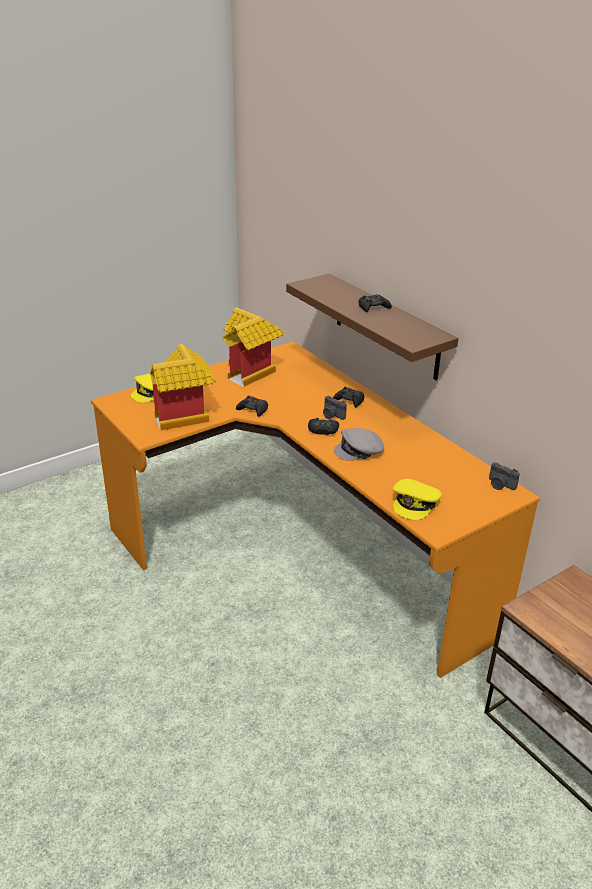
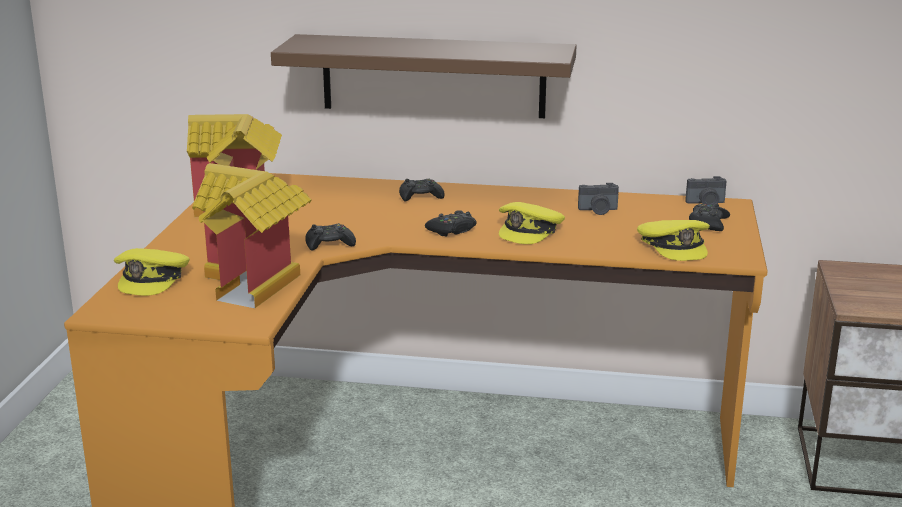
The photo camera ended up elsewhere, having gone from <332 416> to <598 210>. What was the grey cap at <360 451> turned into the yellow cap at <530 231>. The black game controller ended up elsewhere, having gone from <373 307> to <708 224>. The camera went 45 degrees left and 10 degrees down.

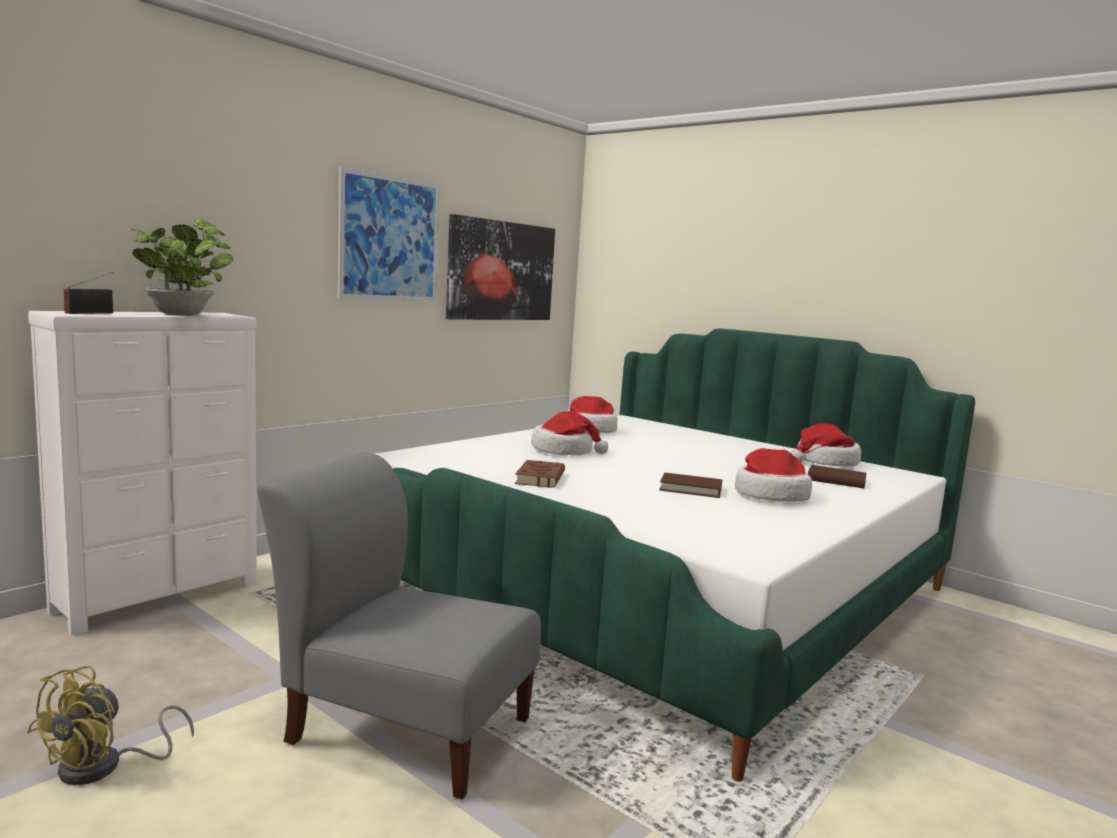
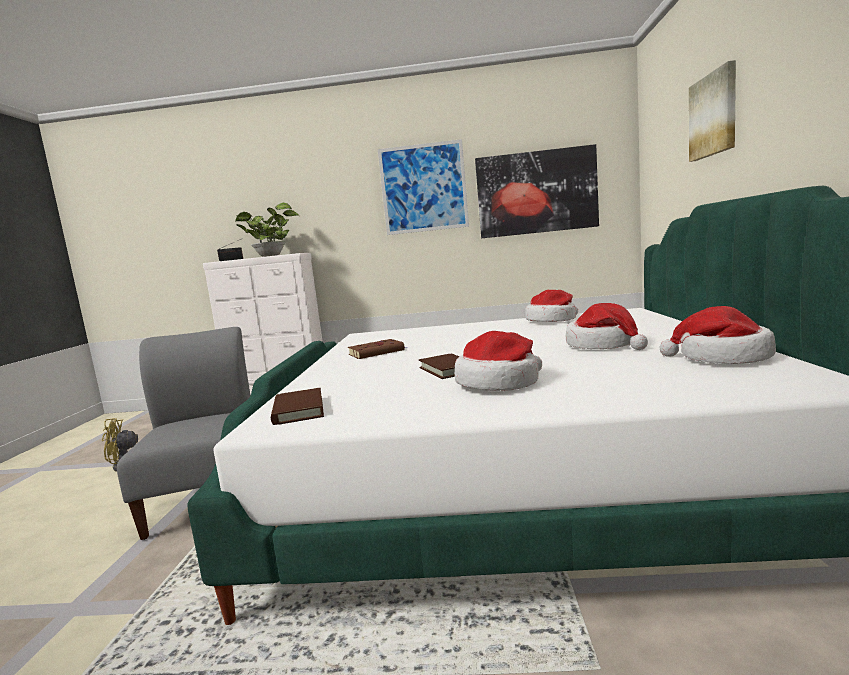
The hat ended up elsewhere, having gone from <564 451> to <603 345>. The brown book ended up elsewhere, having gone from <836 480> to <298 410>. The second view gained the picture at <714 115>. The camera went 55 degrees right and 0 degrees up.

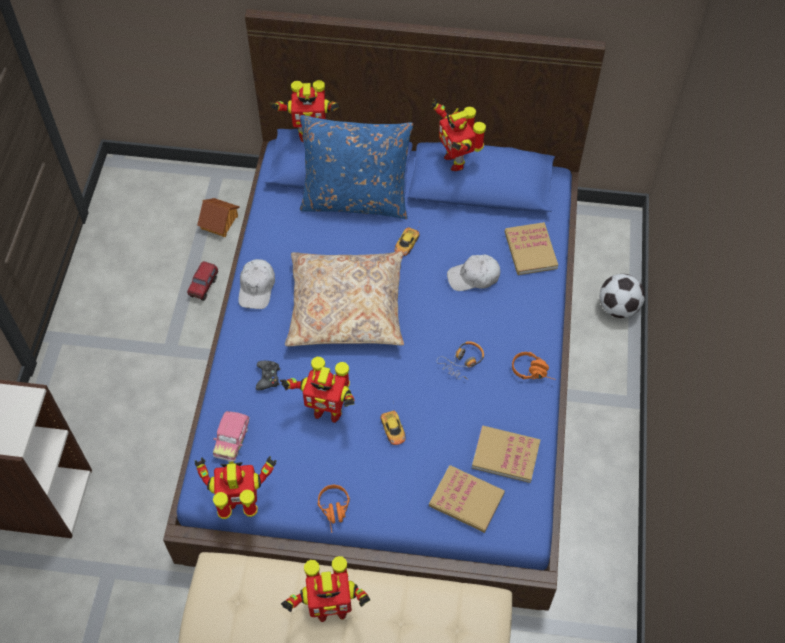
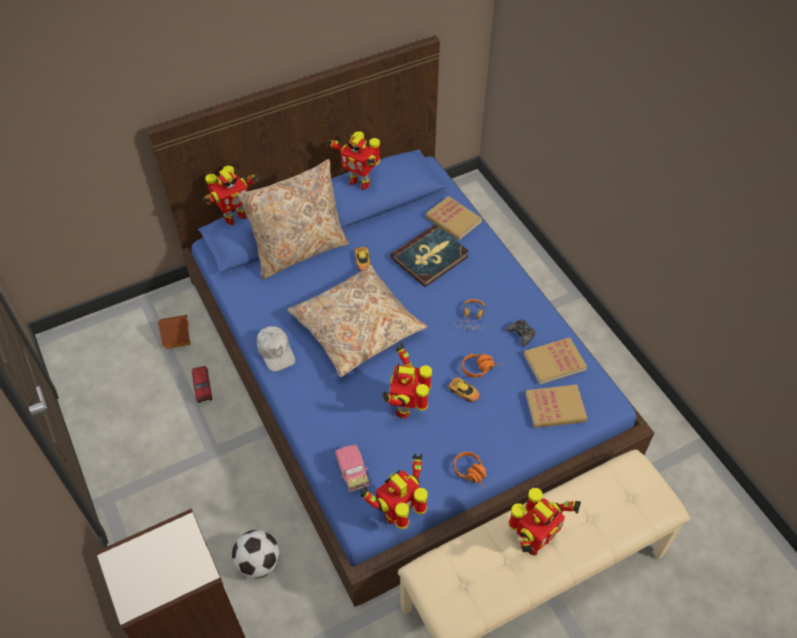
The black game controller ended up elsewhere, having gone from <268 377> to <521 334>. The toy robot at <327 410> ended up facing another way, 120 degrees clockwise from before. What was the blue pillow at <356 200> turned into the beige pillow at <299 250>. Where the white cap stood at <473 277>, the book came to stand at <430 258>. The orange headphones ended up elsewhere, having gone from <533 371> to <481 367>. The football ended up elsewhere, having gone from <618 307> to <258 563>. The camera went 35 degrees left and 5 degrees down.

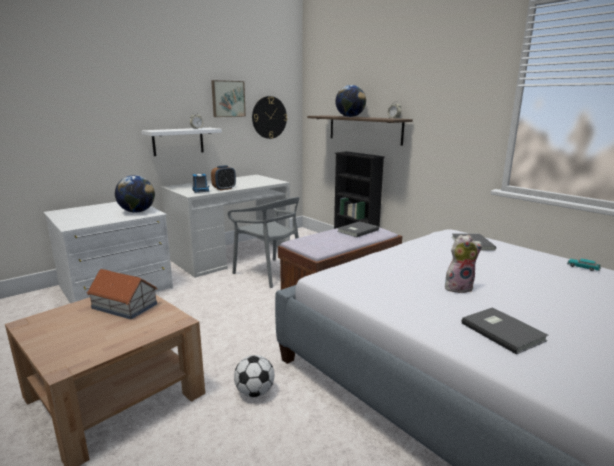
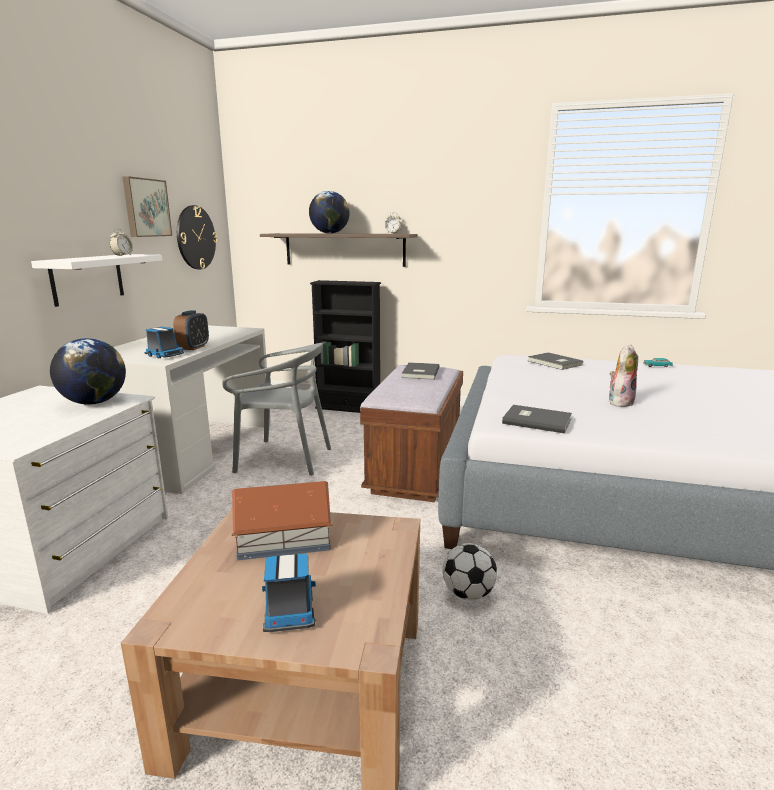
The grey book ended up elsewhere, having gone from <502 331> to <536 420>. The second view gained the toy truck at <289 610>. The camera went 35 degrees left and 0 degrees up.

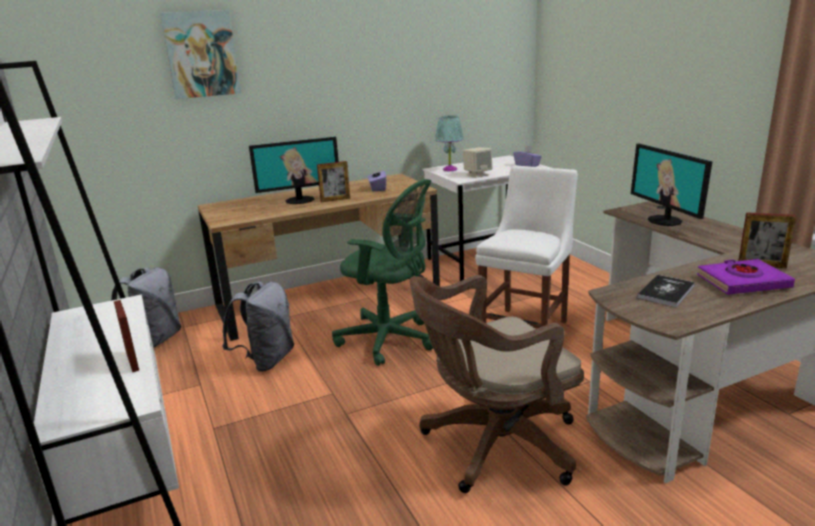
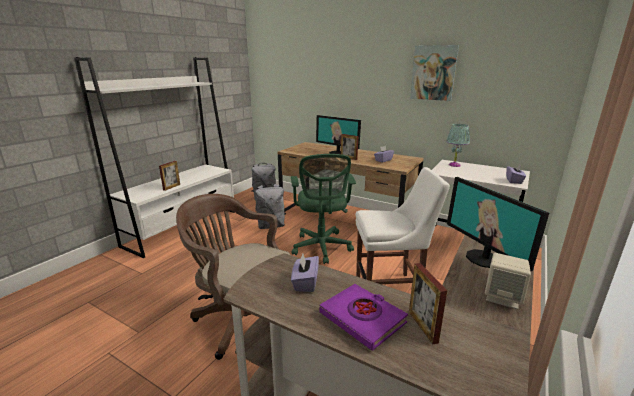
The picture ended up elsewhere, having gone from <201 54> to <433 73>. The beige speaker ended up elsewhere, having gone from <477 175> to <502 297>. The monitor at <665 220> ended up facing another way, 60 degrees counterclockwise from before. Where the book stood at <666 292>, the purple tissue box came to stand at <305 283>. The camera went 55 degrees right and 0 degrees up.

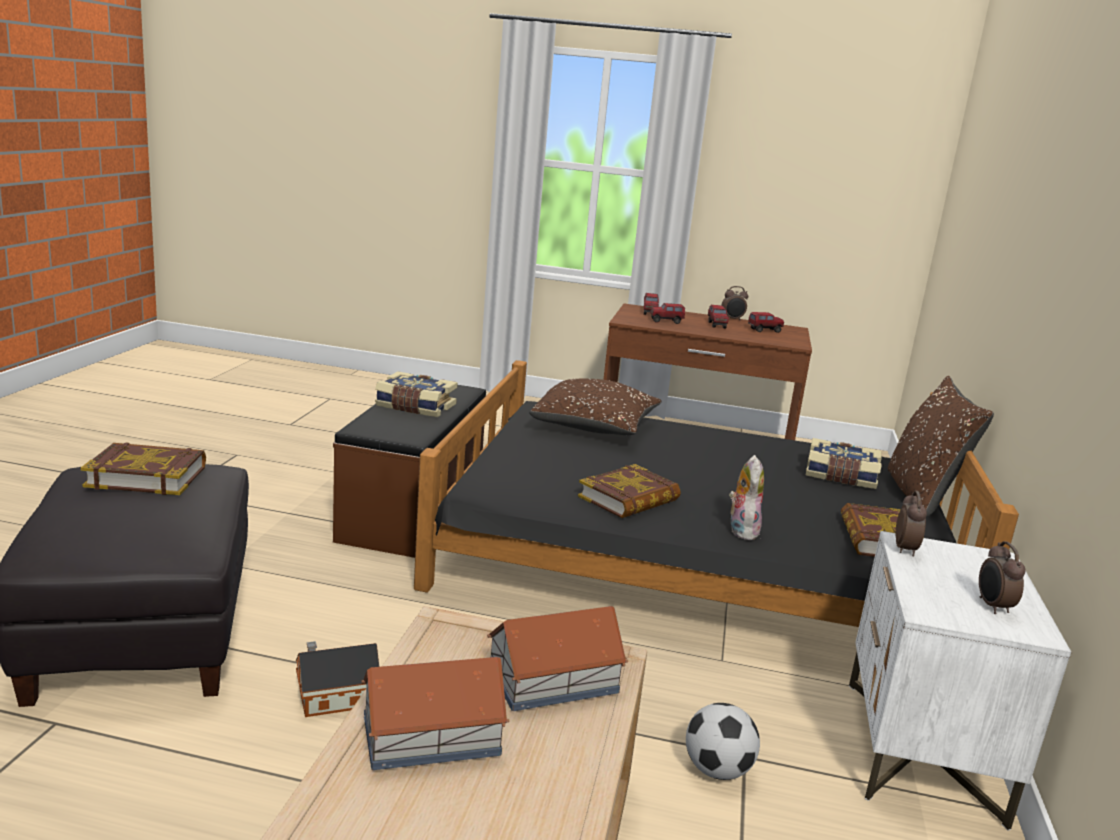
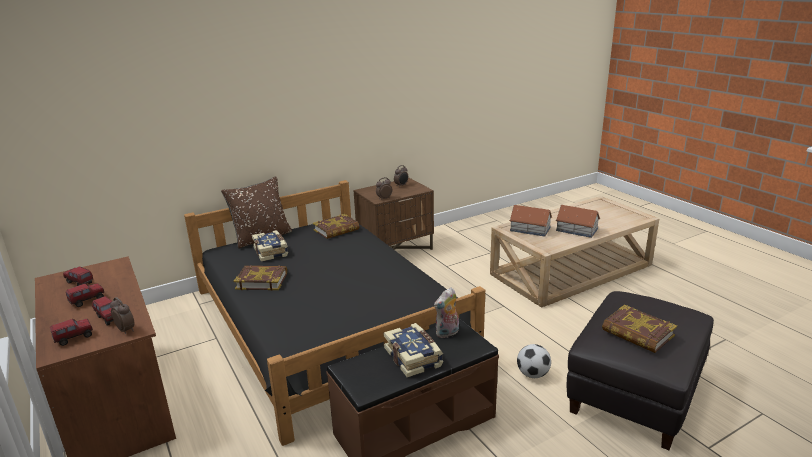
The second view lost the toy house at <334 697>. The second view lost the brown pillow at <595 427>. The book ended up elsewhere, having gone from <629 499> to <262 281>. The football ended up elsewhere, having gone from <717 770> to <532 374>. The alarm clock ended up elsewhere, having gone from <732 319> to <126 330>. The plush toy ended up elsewhere, having gone from <741 530> to <447 333>. What was the white nightstand at <922 751> turned into the brown nightstand at <395 249>. The camera went 130 degrees left and 5 degrees up.

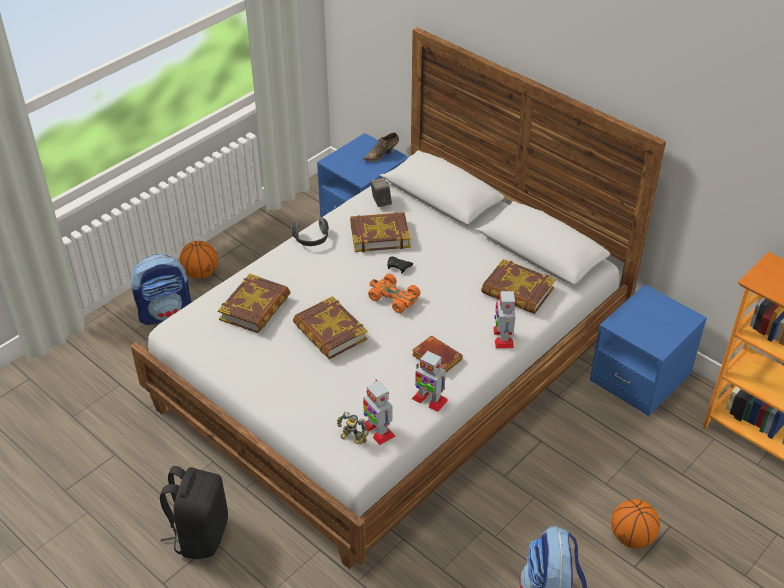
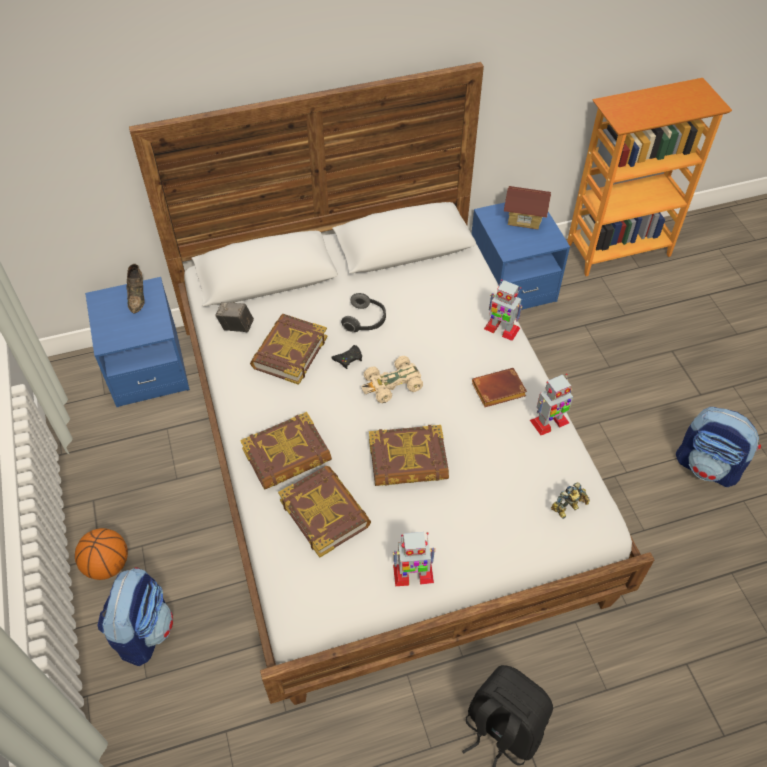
The headphones ended up elsewhere, having gone from <311 240> to <365 321>. The toy robot ended up elsewhere, having gone from <377 430> to <412 574>. What was the orange toy car at <393 298> turned into the beige toy car at <392 384>. The book ended up elsewhere, having gone from <517 291> to <287 456>. The second view lost the basketball at <631 537>. The second view gained the toy house at <524 218>. The camera went 60 degrees left and 10 degrees up.

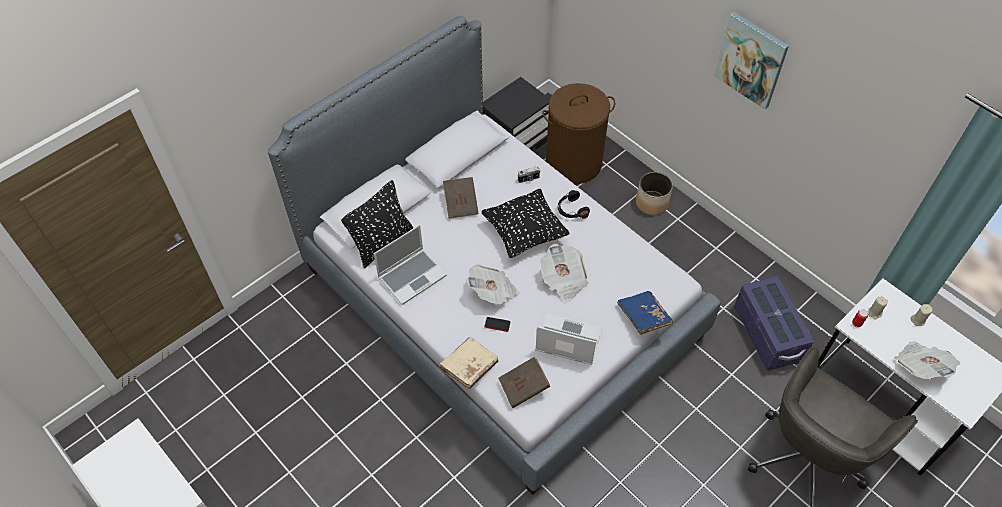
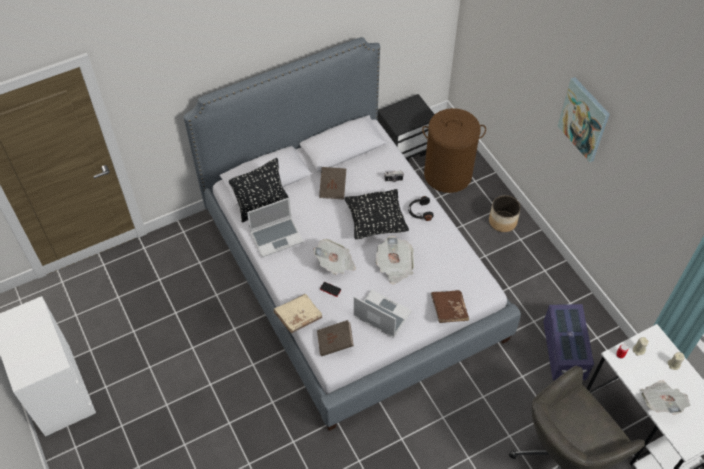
What was the blue book at <643 317> turned into the brown book at <449 310>. The camera went 15 degrees right and 0 degrees up.

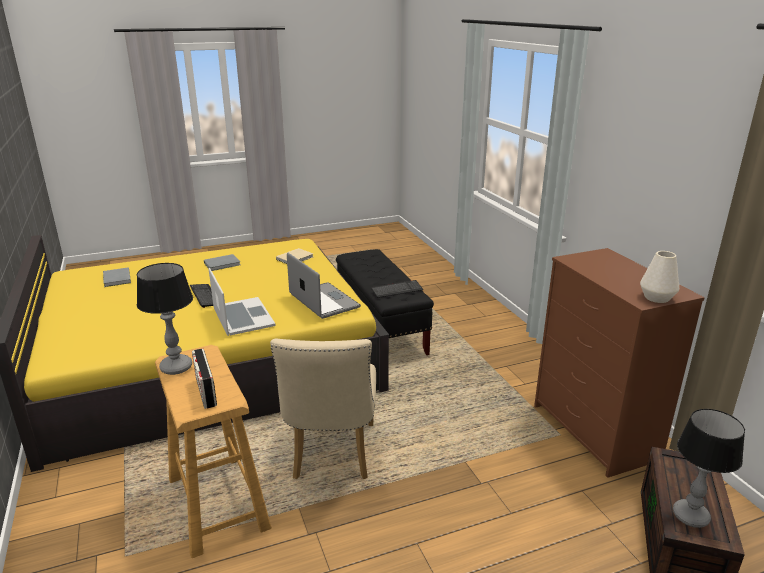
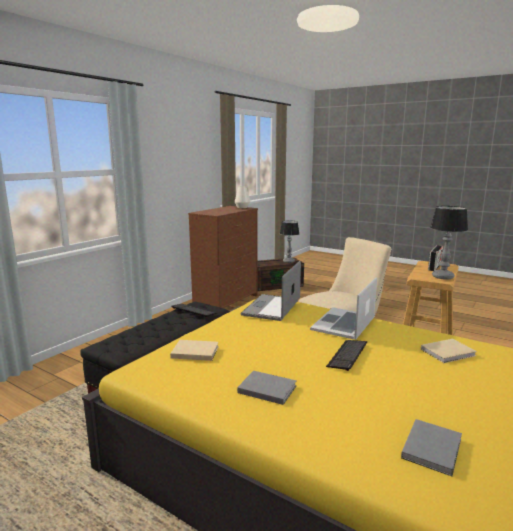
The second view gained the beige book at <449 352>. The camera went 125 degrees left and 10 degrees down.

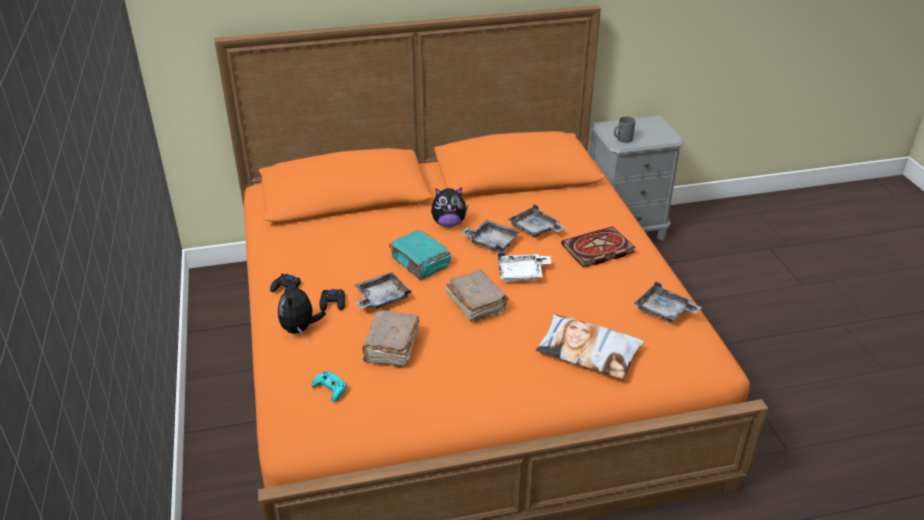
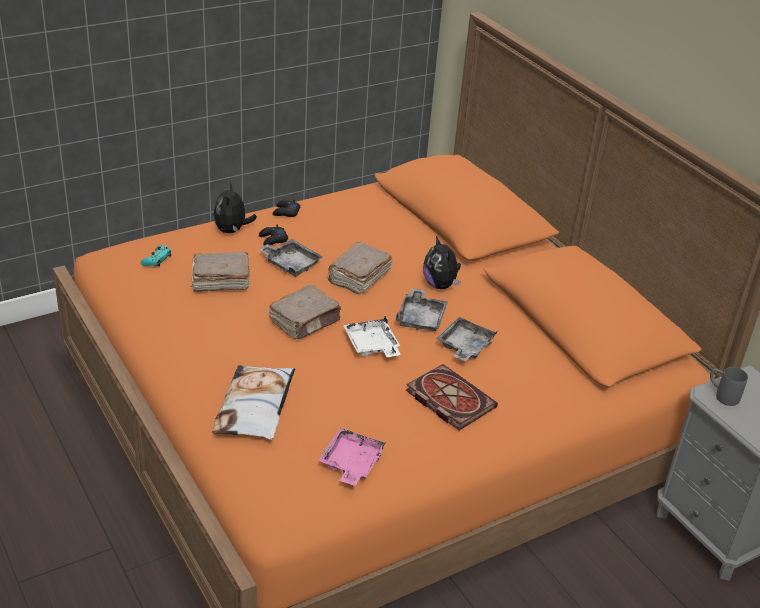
The plush toy at <300 328> ended up facing another way, 75 degrees counterclockwise from before. What was the turquoise book at <420 263> turned into the brown book at <358 278>. What was the grey tray at <664 311> turned into the pink tray at <351 464>. The camera went 70 degrees right and 0 degrees up.

